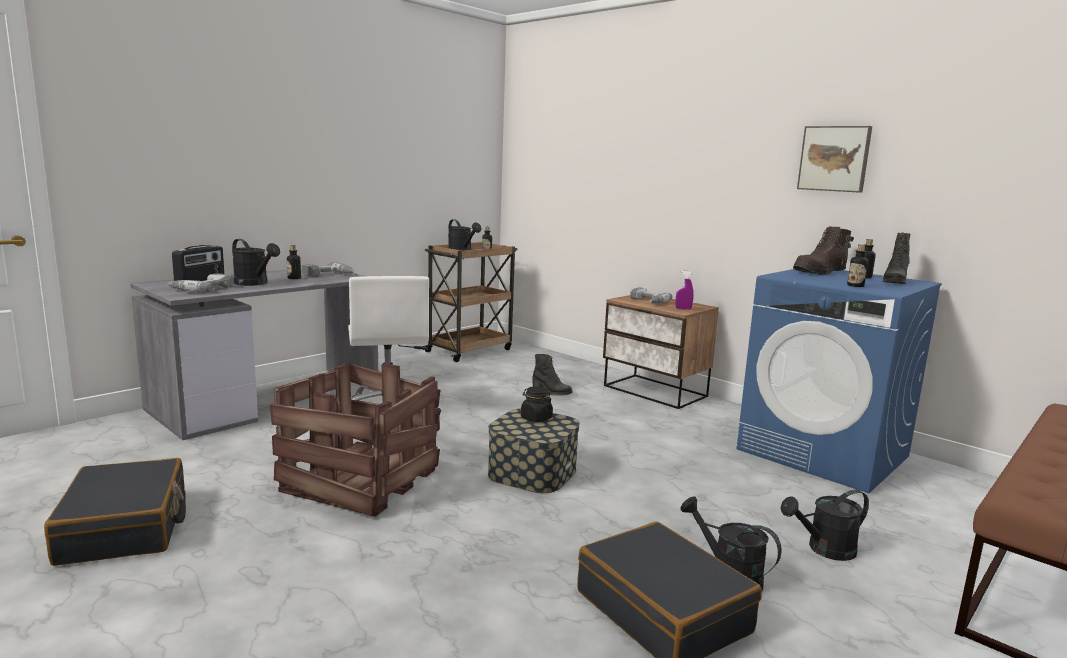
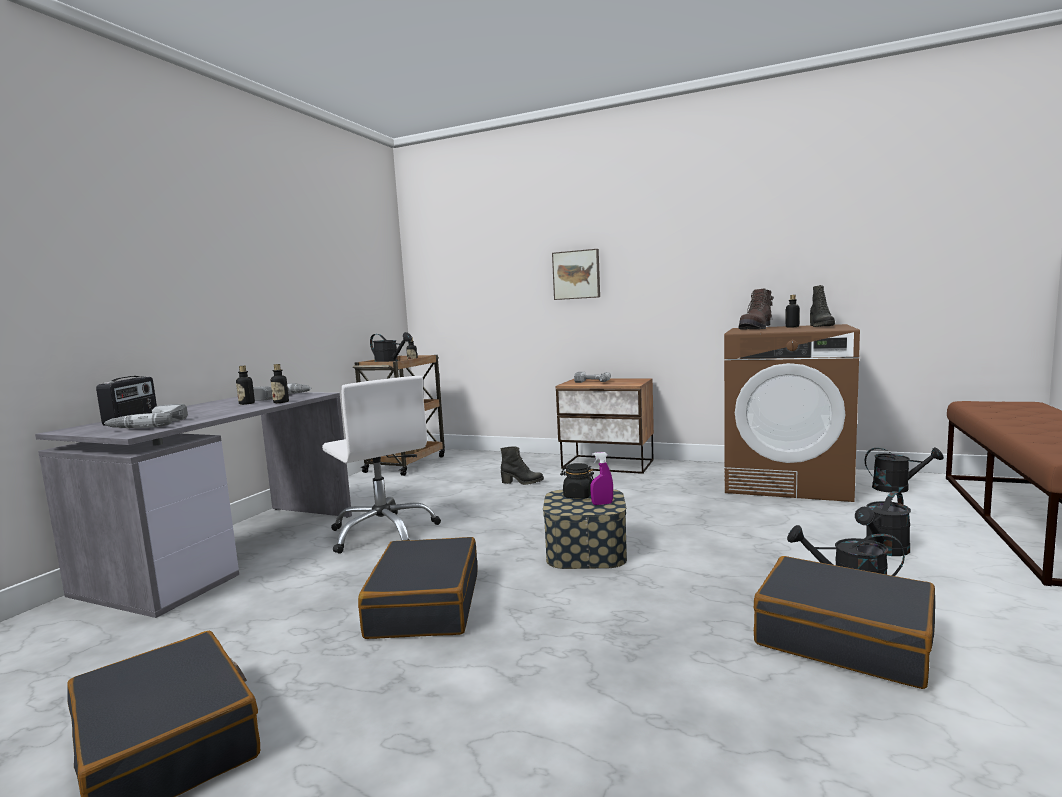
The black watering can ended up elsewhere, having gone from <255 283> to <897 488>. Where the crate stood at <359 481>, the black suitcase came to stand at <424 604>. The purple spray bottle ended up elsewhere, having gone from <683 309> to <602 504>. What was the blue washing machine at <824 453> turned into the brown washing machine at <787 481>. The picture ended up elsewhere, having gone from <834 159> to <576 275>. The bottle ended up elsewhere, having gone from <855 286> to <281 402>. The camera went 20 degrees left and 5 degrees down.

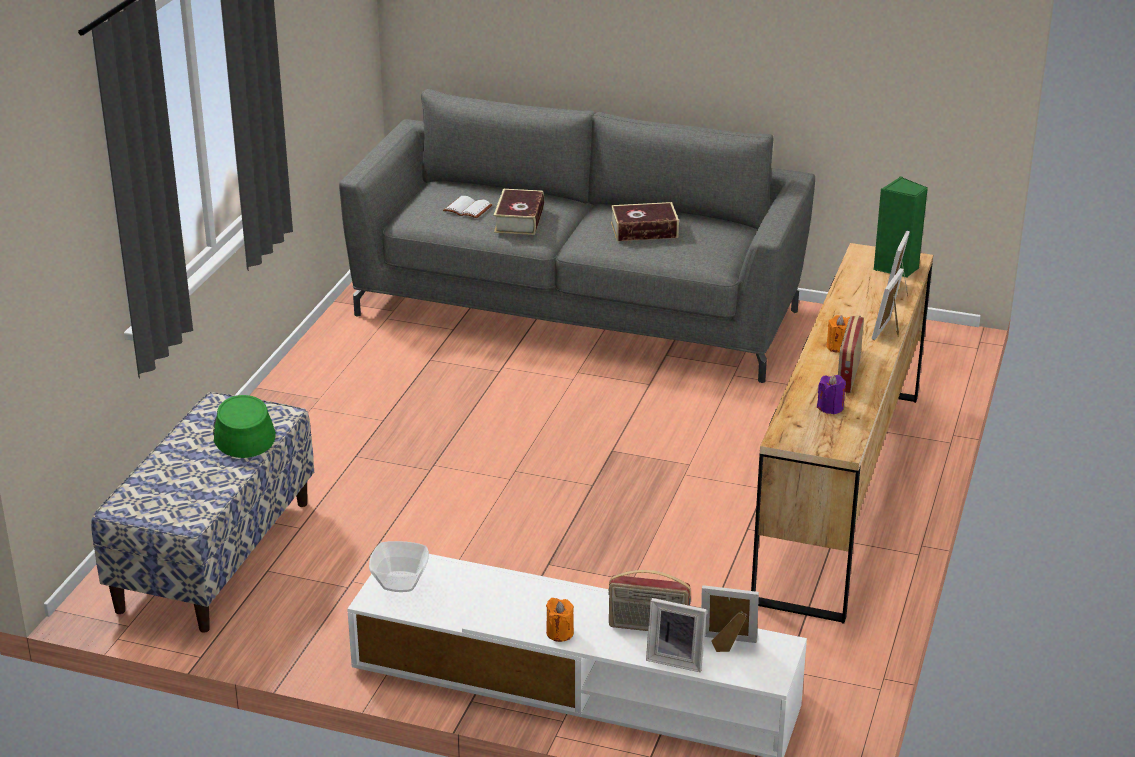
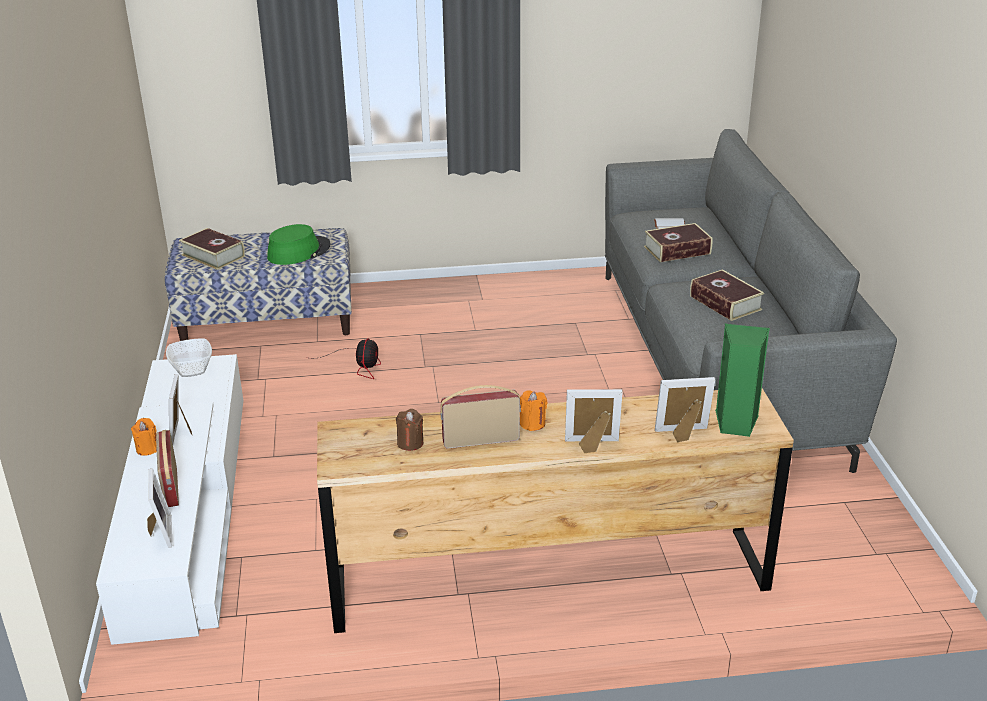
The picture frame ended up elsewhere, having gone from <676 659> to <182 432>. What was the purple candle at <830 407> turned into the brown candle at <410 443>. The second view gained the book at <213 256>. The second view gained the fan at <359 365>. The camera went 65 degrees right and 0 degrees up.

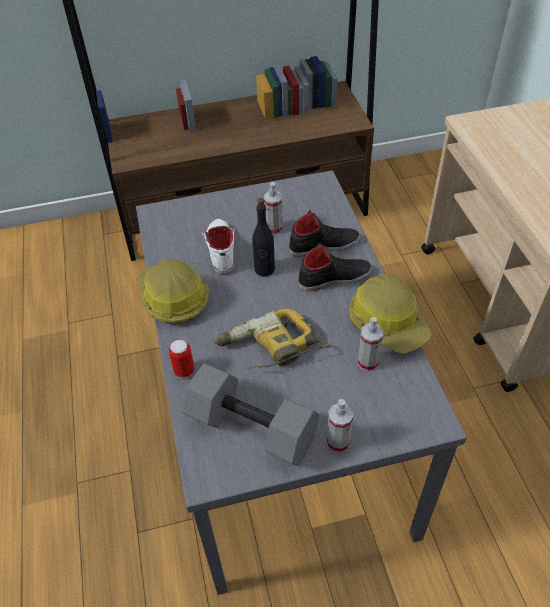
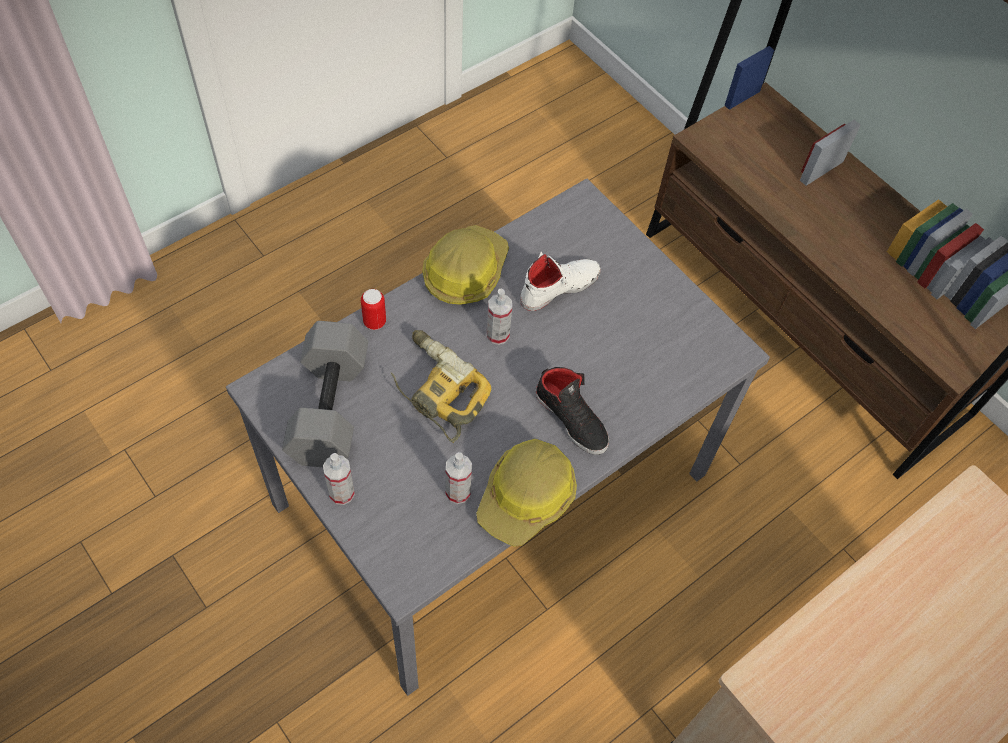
The second view lost the black bottle at <264 269>. The spray bottle ended up elsewhere, having gone from <274 228> to <497 335>. The second view lost the black shoe at <323 245>. The camera went 60 degrees right and 10 degrees up.

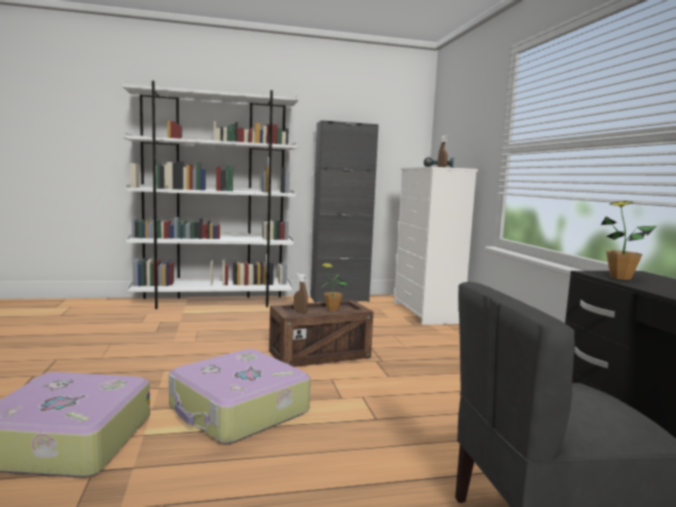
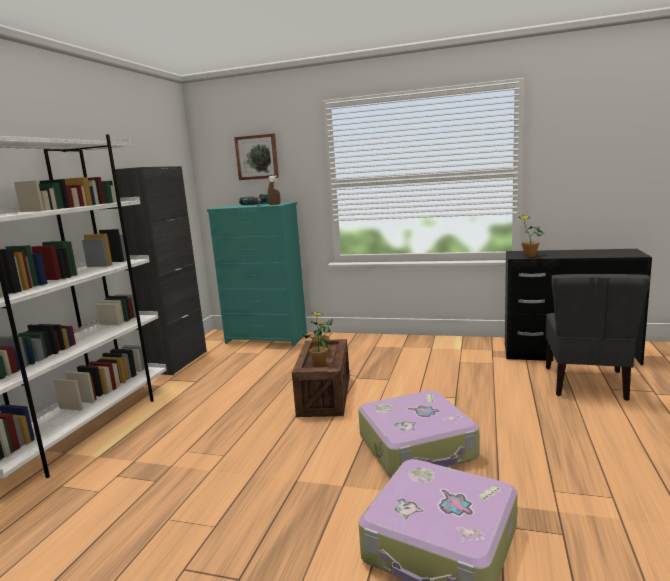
Where the brown spray bottle stood at <300 312>, the potted plant came to stand at <319 364>. What was the white dresser at <426 313> turned into the turquoise dresser at <267 338>. The second view gained the picture at <257 157>. The camera went 60 degrees left and 5 degrees up.

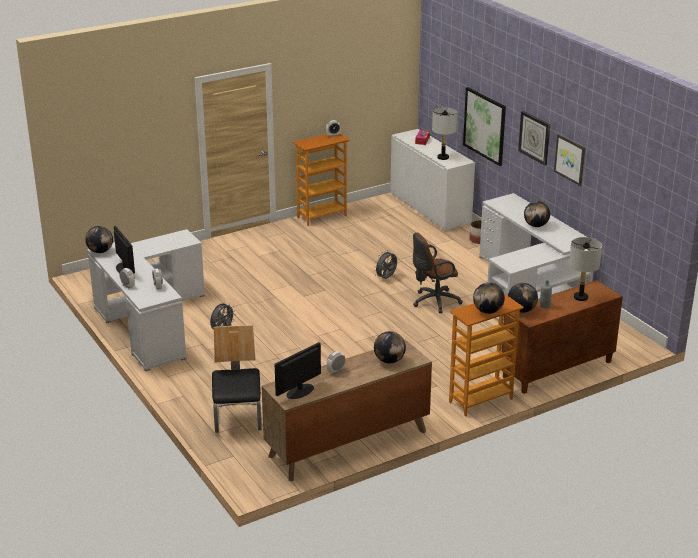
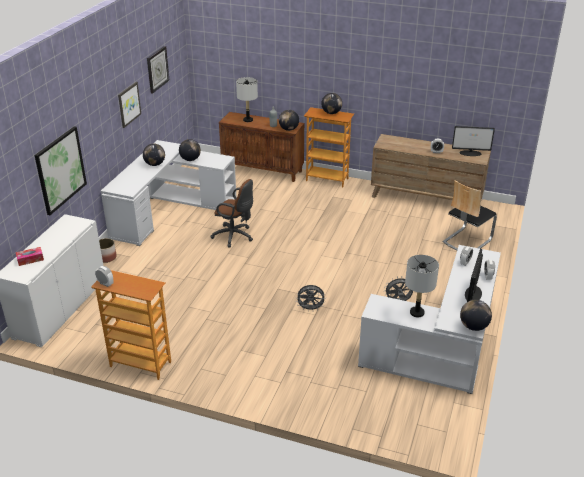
The grey fan ended up elsewhere, having gone from <386 278> to <310 309>. The globe ended up elsewhere, having gone from <389 360> to <190 159>. The grey table lamp ended up elsewhere, having gone from <443 157> to <417 312>. The wall clock ended up elsewhere, having gone from <535 137> to <157 69>. The camera went 130 degrees left and 5 degrees up.

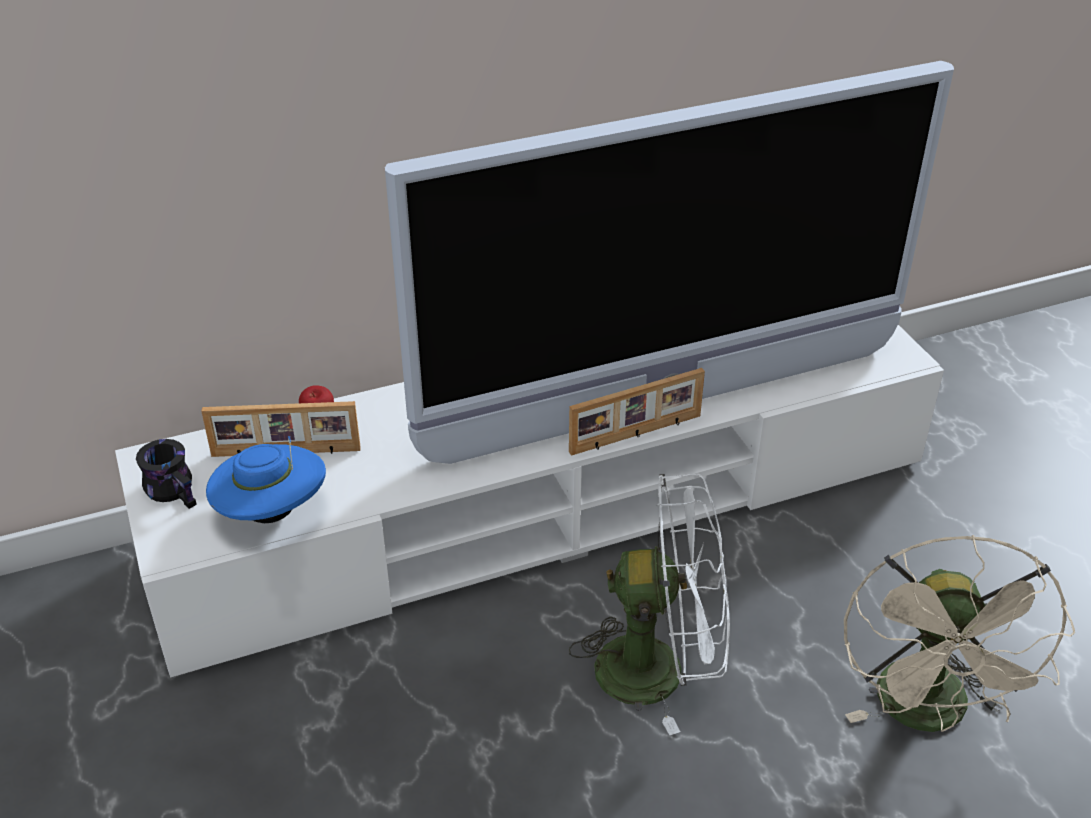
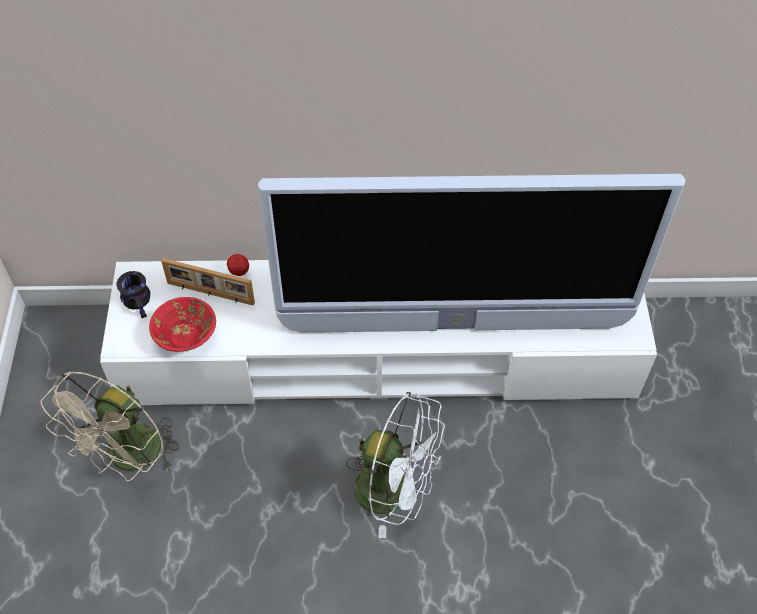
Where the blue hat stood at <272 513>, the red bowl came to stand at <186 335>. The second view lost the picture frame at <636 435>. The beige fan ended up elsewhere, having gone from <929 715> to <129 459>. The camera went 20 degrees right and 15 degrees up.

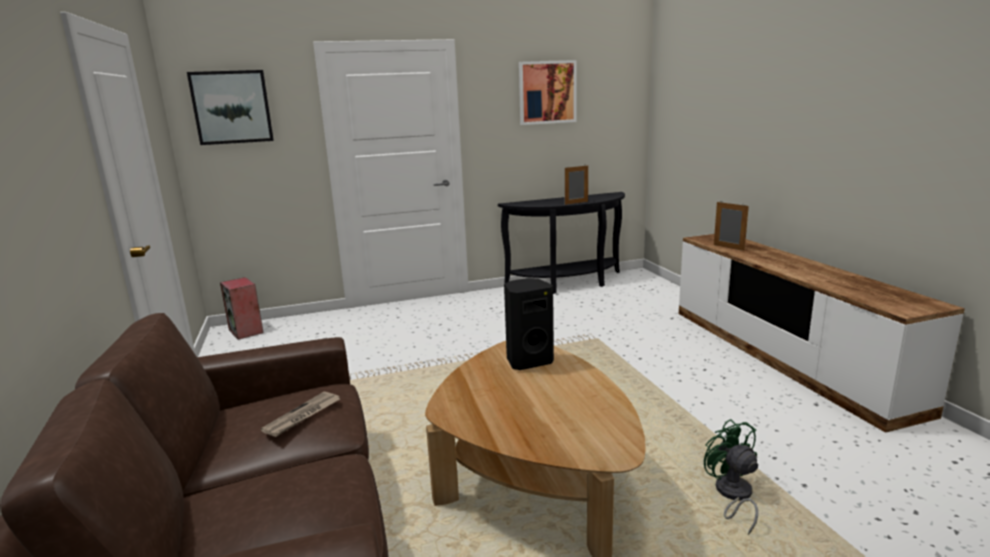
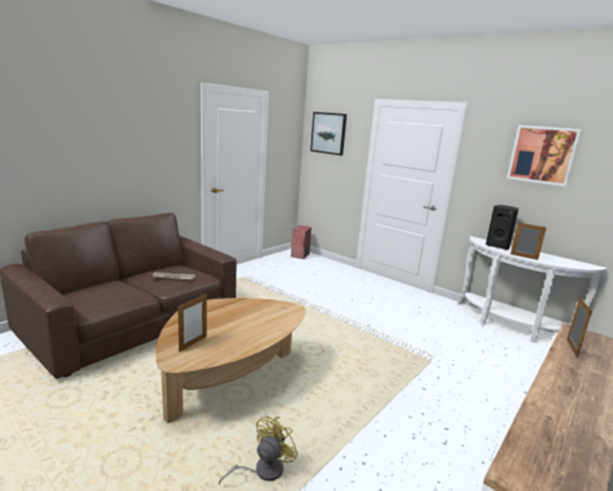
What was the black console table at <569 284> turned into the white console table at <510 326>. The black speaker ended up elsewhere, having gone from <528 361> to <498 246>. What was the green fan at <732 496> turned into the yellow fan at <262 471>. The second view gained the picture frame at <193 344>. The camera went 55 degrees right and 0 degrees up.

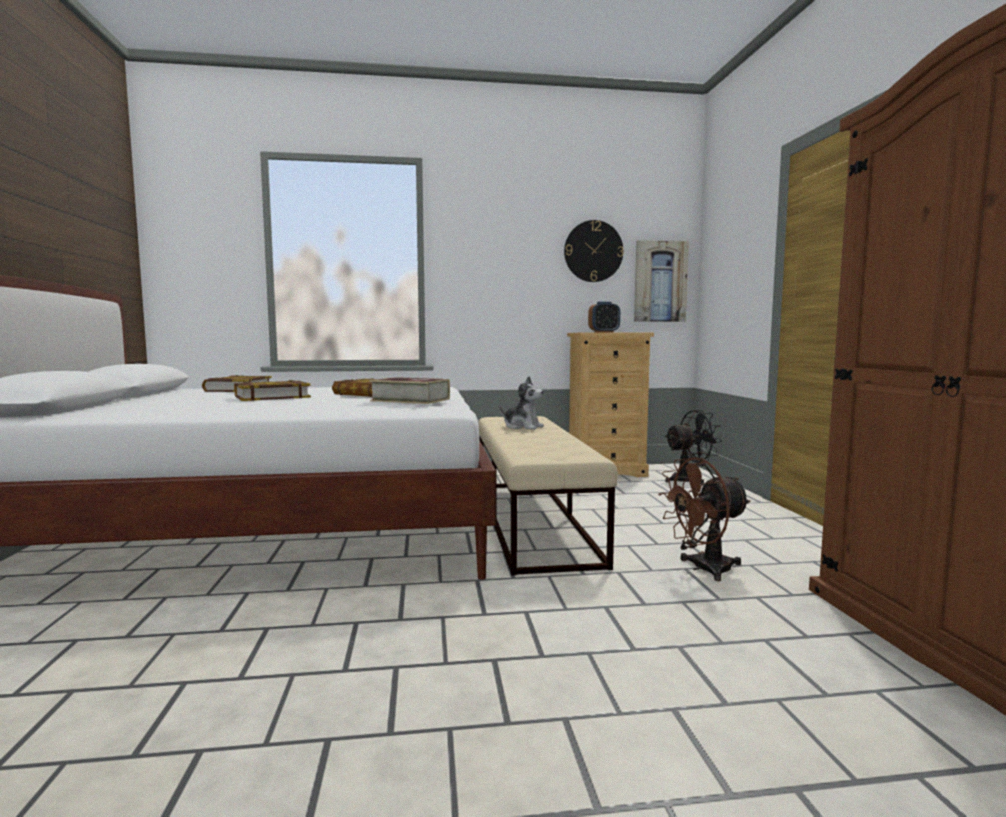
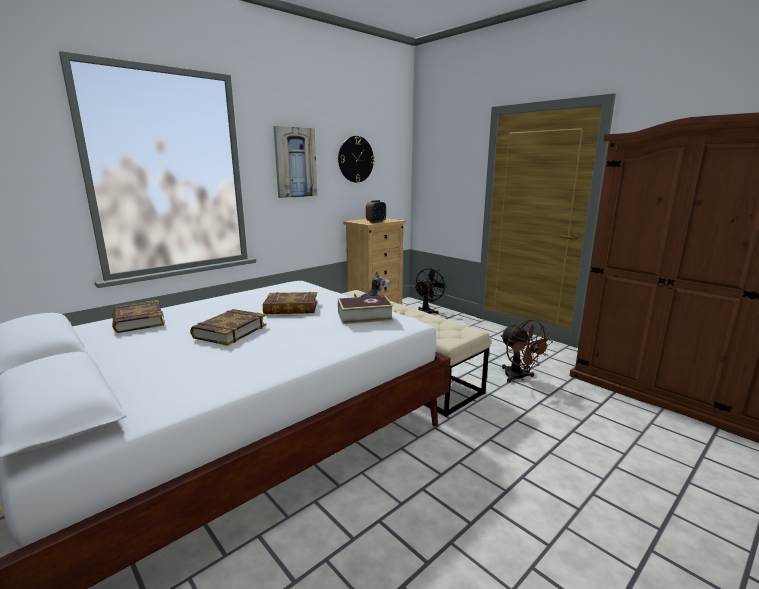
The picture ended up elsewhere, having gone from <660 281> to <295 162>. The brown fan at <703 569> ended up facing another way, 60 degrees counterclockwise from before. The camera went 35 degrees left and 10 degrees up.

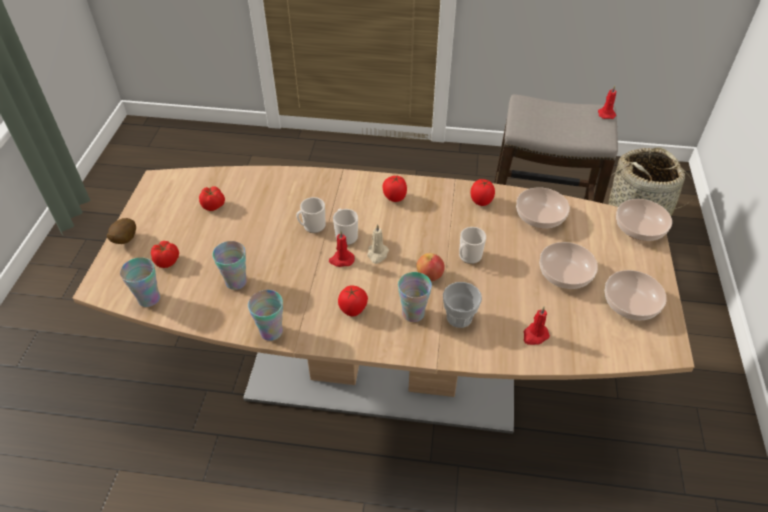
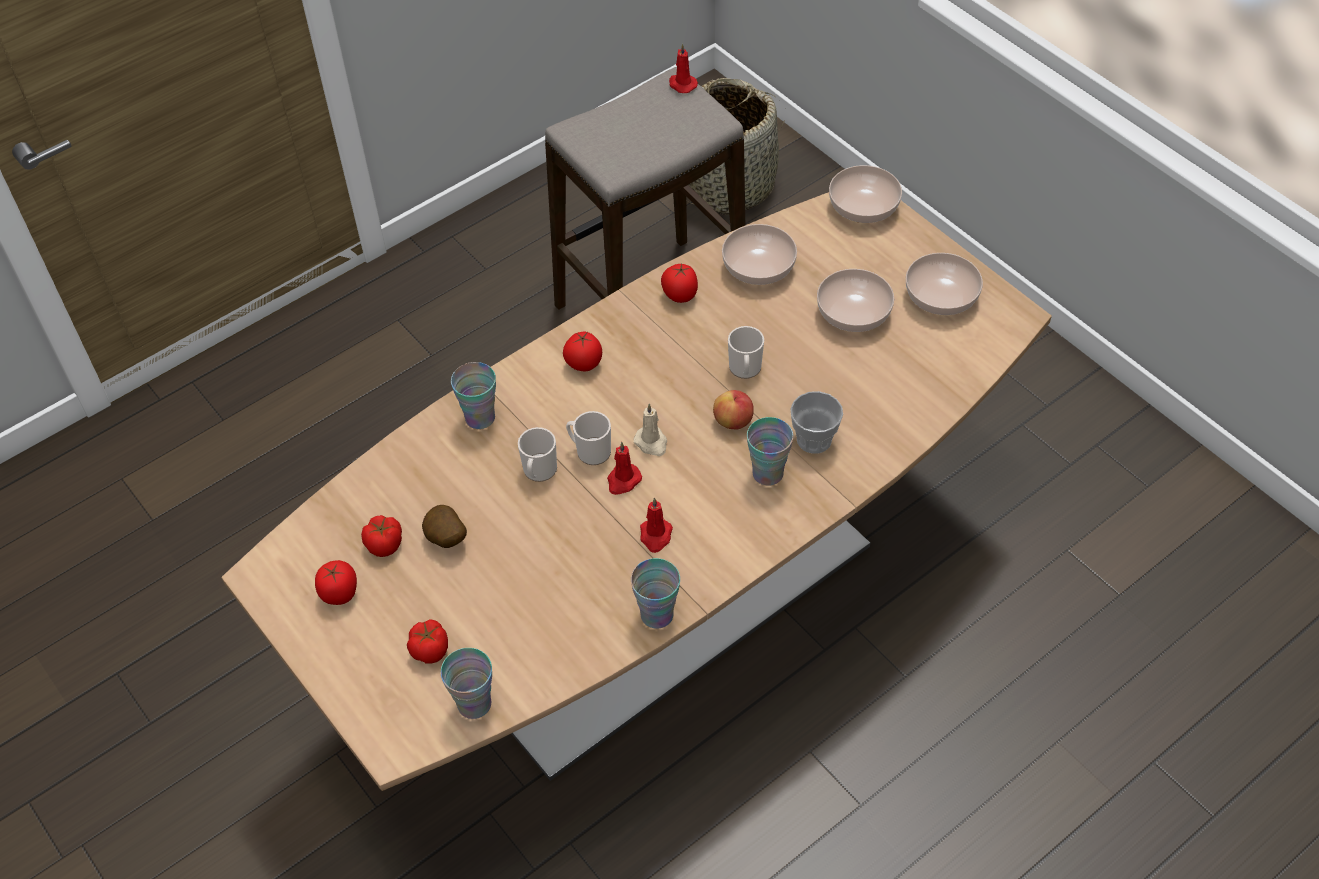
The potato ended up elsewhere, having gone from <124 240> to <446 539>. The cup ended up elsewhere, having gone from <236 282> to <480 418>. The tomato ended up elsewhere, having gone from <353 309> to <340 594>. The red candle ended up elsewhere, having gone from <534 335> to <655 536>. The camera went 45 degrees left and 5 degrees up.

